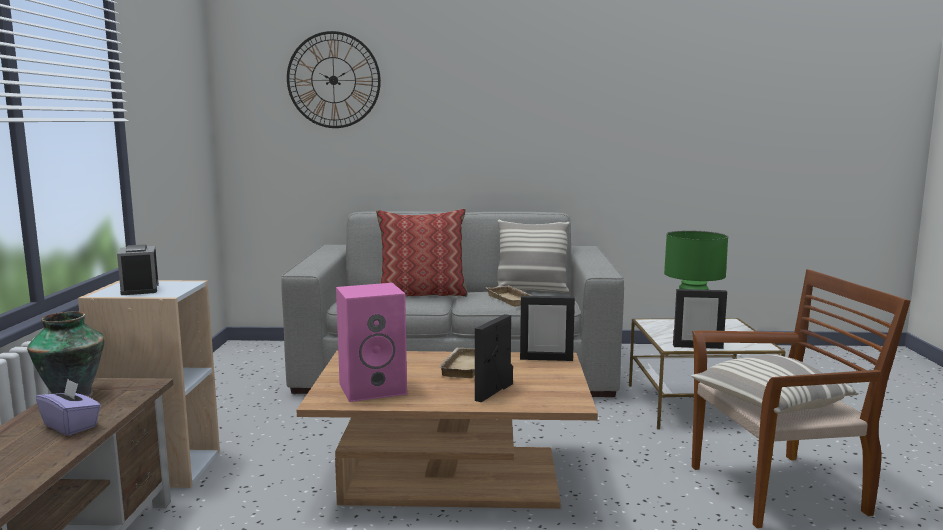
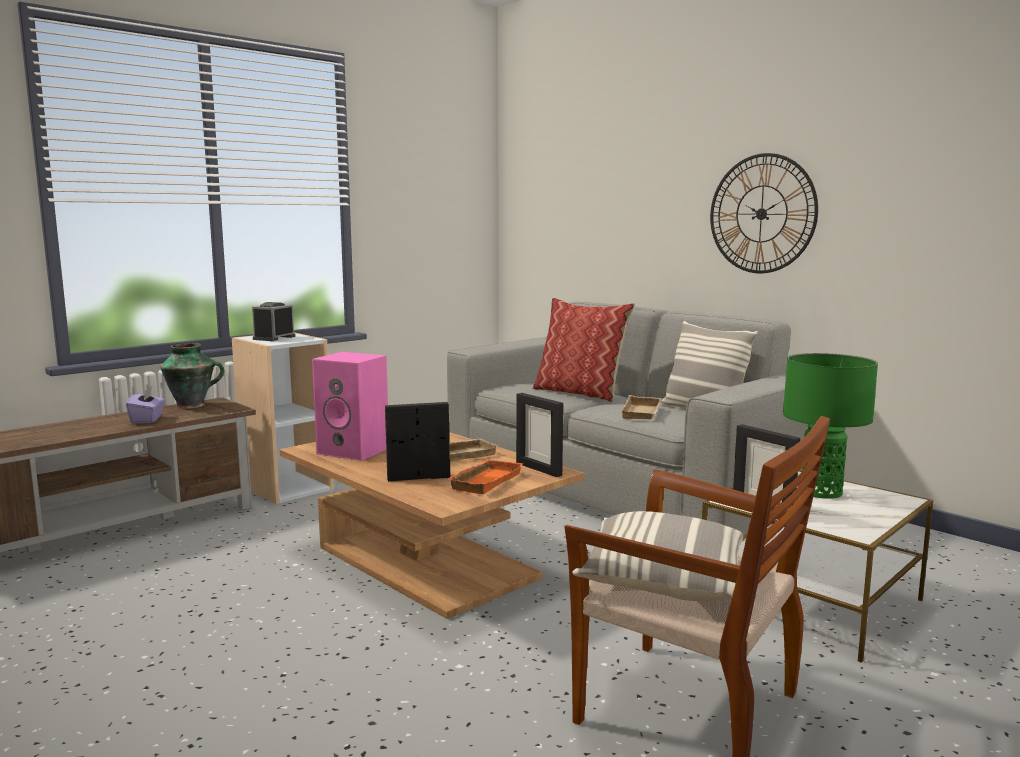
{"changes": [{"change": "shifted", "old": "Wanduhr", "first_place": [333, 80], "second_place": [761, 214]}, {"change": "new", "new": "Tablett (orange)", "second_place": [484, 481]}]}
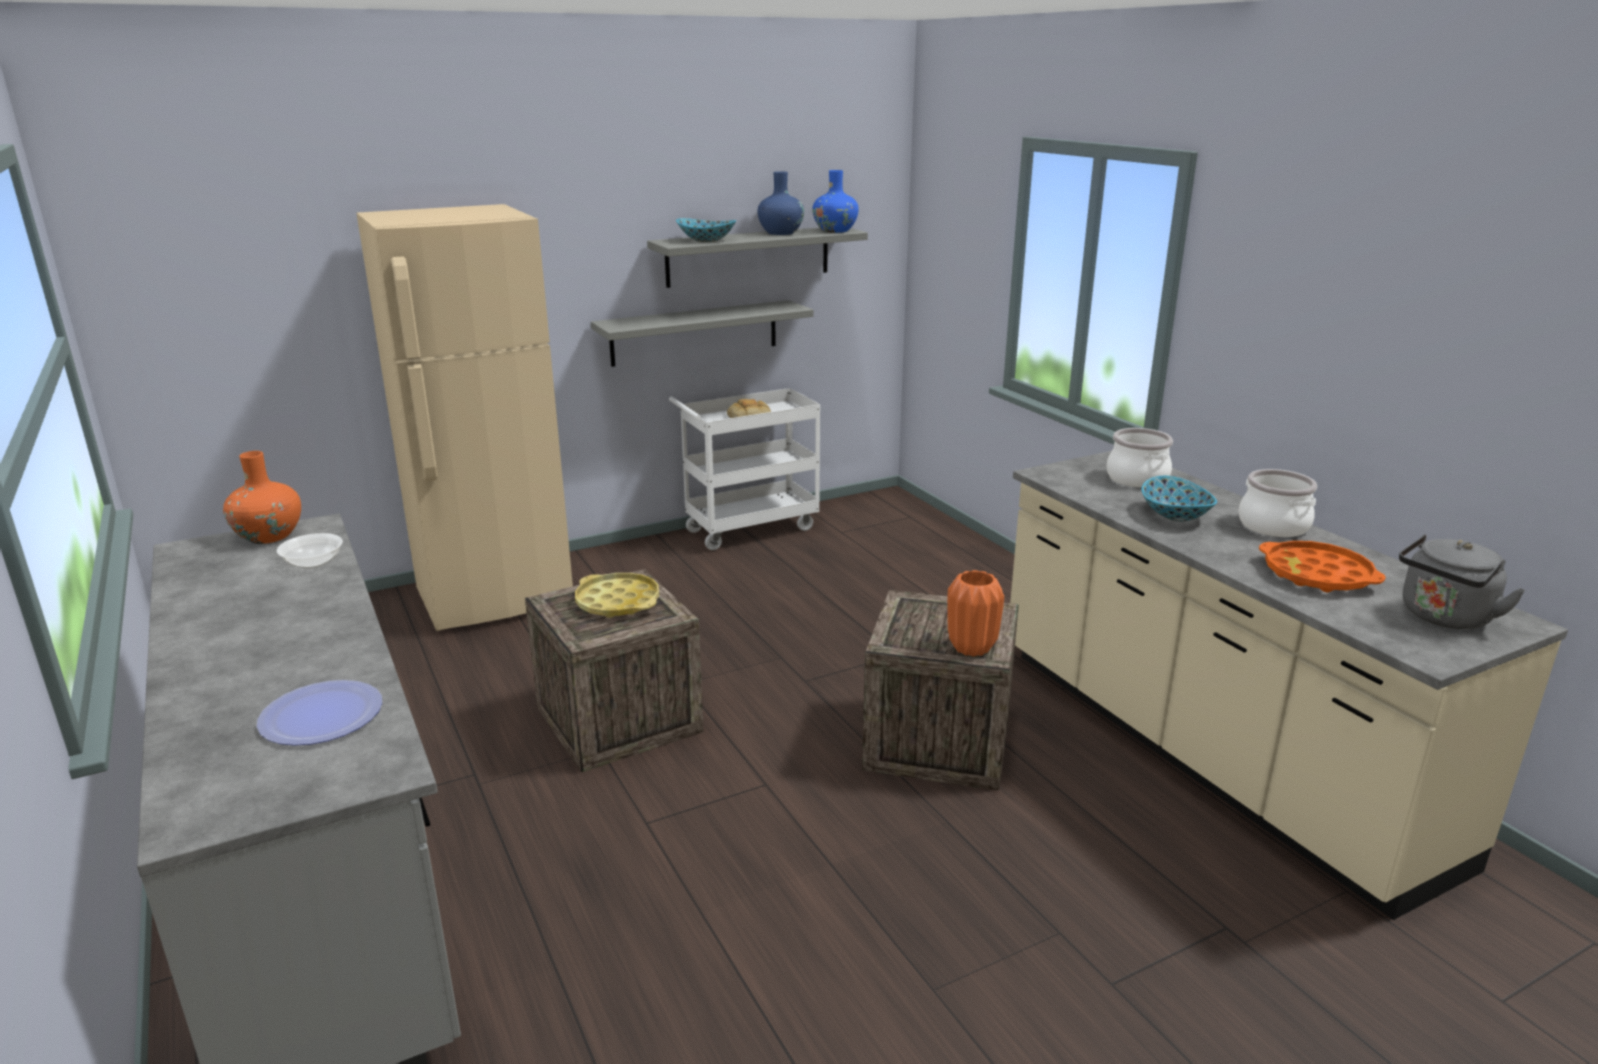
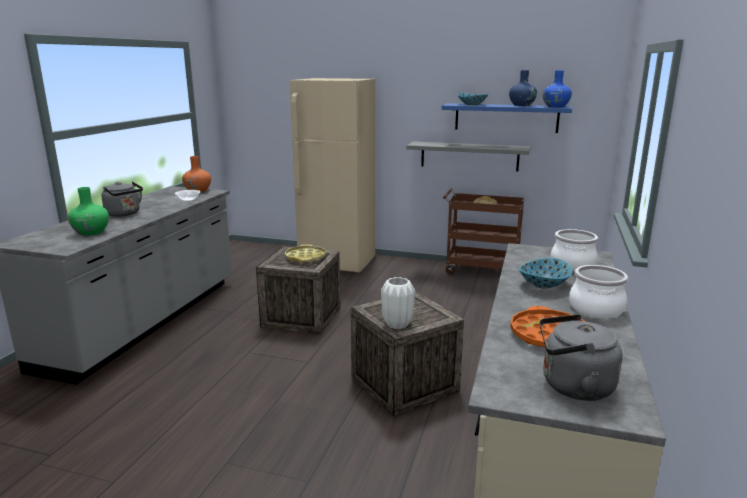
{"changes": [{"change": "swapped", "old": "Teller", "new": "Vase (grün)", "first_place": [322, 715], "second_place": [91, 232]}, {"change": "repainted", "old": "Wandregal (grau)", "new": "Wandregal (blau)", "first_place": [748, 256], "second_place": [506, 118]}, {"change": "repainted", "old": "Rollwagen (weiß)", "new": "Rollwagen (braun)", "first_place": [748, 531], "second_place": [479, 271]}, {"change": "repainted", "old": "Vase (orange)", "new": "Vase (weiß)", "first_place": [971, 648], "second_place": [397, 324]}, {"change": "new", "new": "Wasserkessel (grau)", "second_place": [124, 214]}]}
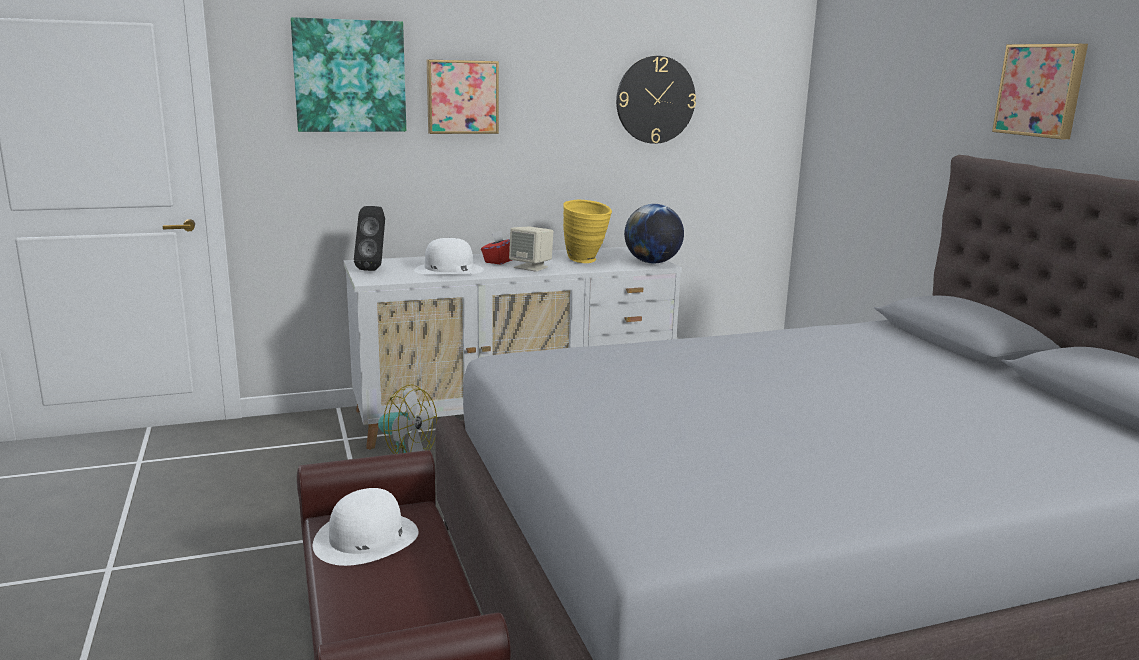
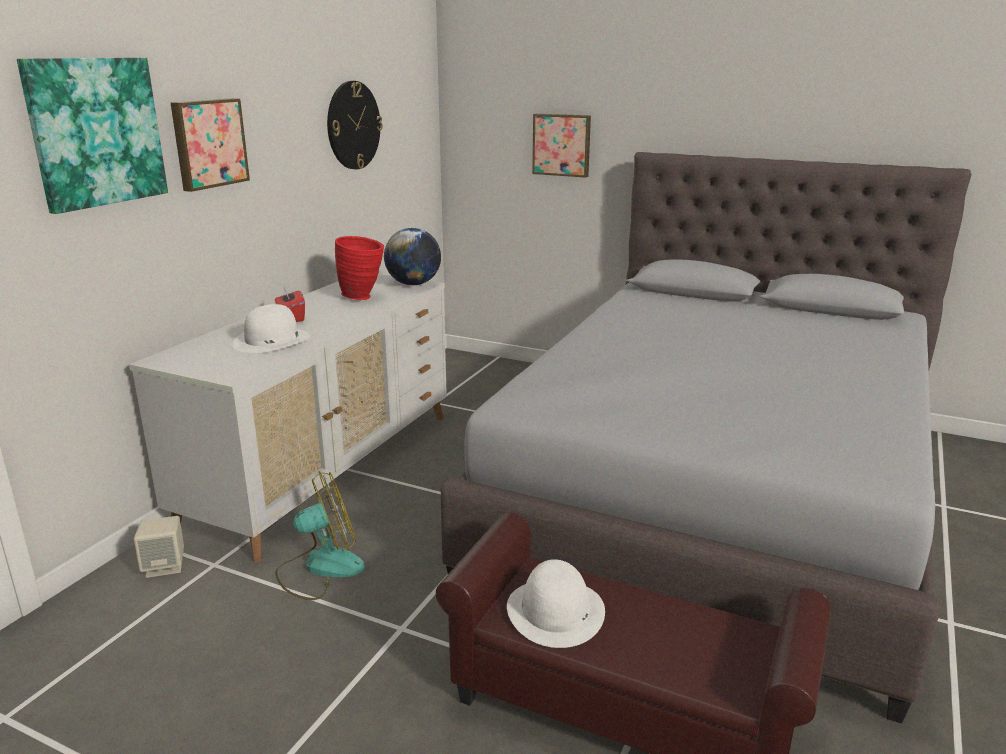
{"changes": [{"change": "gone", "old": "Lautsprecher (schwarz)", "first_place": [374, 269]}, {"change": "shifted", "old": "Lautsprecher (beige)", "first_place": [531, 267], "second_place": [165, 566]}, {"change": "repainted", "old": "Vase (gelb)", "new": "Vase (rot)", "first_place": [586, 261], "second_place": [363, 297]}, {"change": "shifted", "old": "Bild", "first_place": [1041, 90], "second_place": [562, 145]}]}
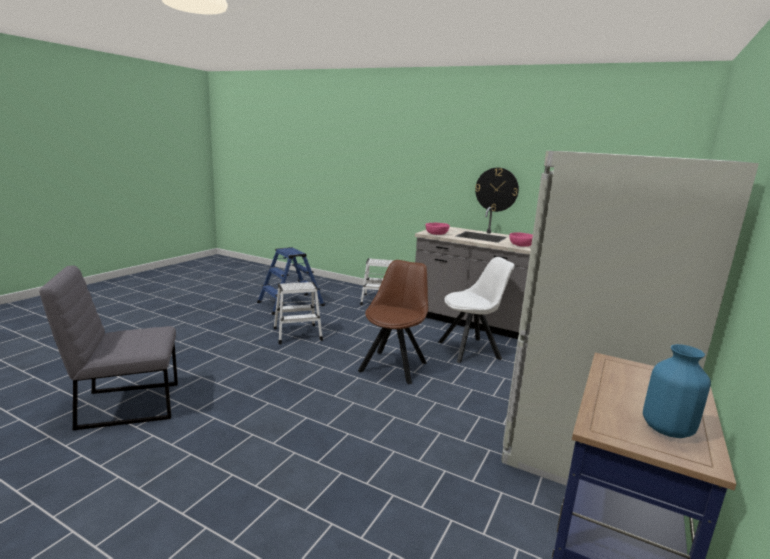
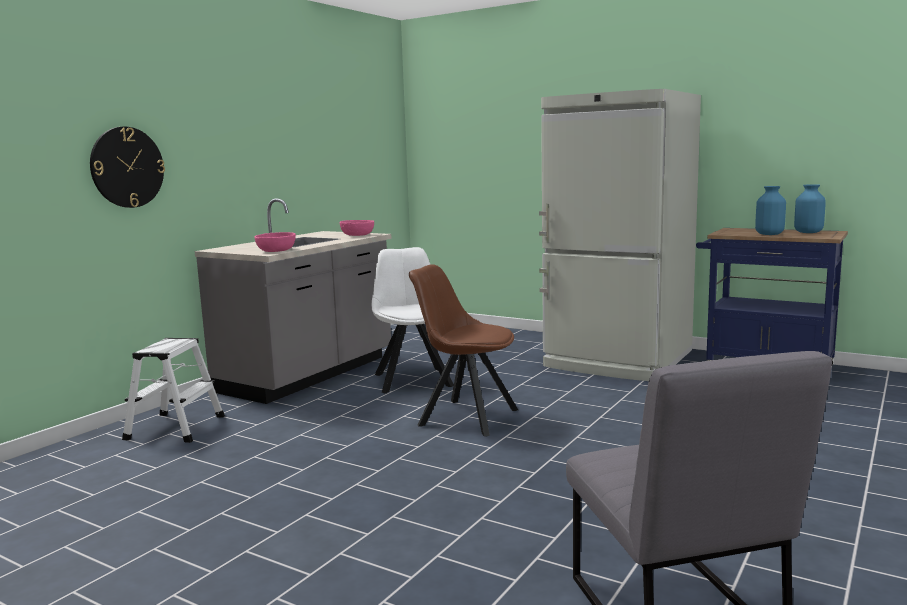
{"changes": [{"change": "gone", "old": "Trittleiter (blau)", "first_place": [291, 304]}, {"change": "gone", "old": "Trittleiter (weiß)", "first_place": [297, 334]}, {"change": "shifted", "old": "Wanduhr", "first_place": [496, 189], "second_place": [127, 167]}, {"change": "new", "new": "Vase (blau)", "second_place": [769, 234]}]}
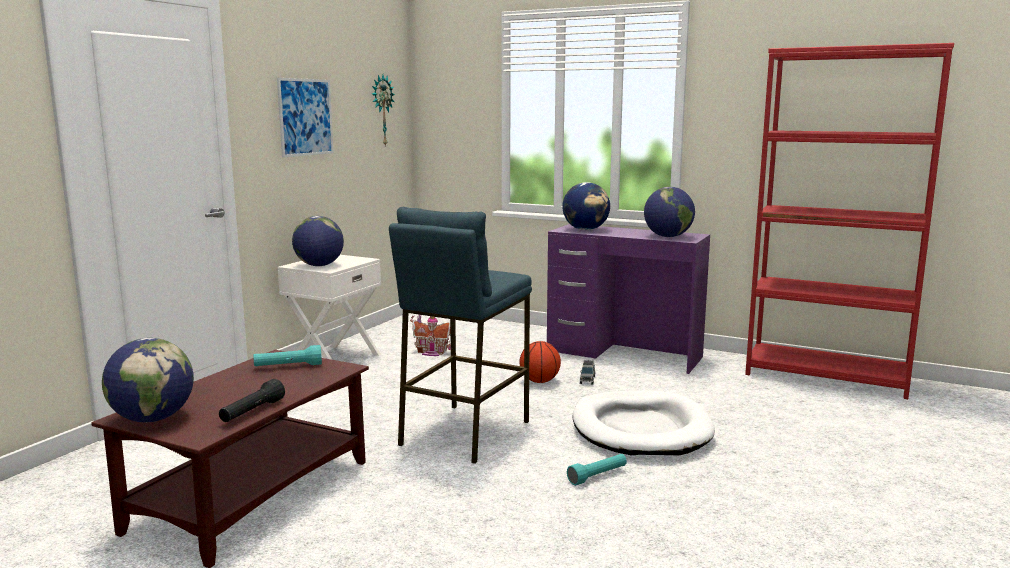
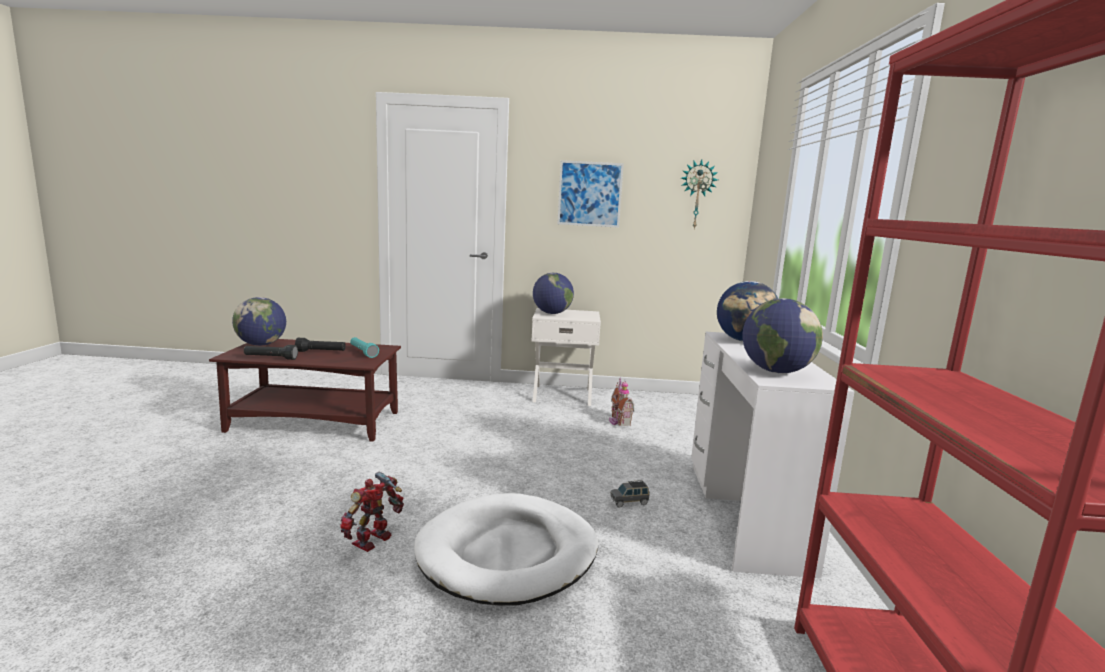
{"changes": [{"change": "gone", "old": "Hocker (blau)", "first_place": [463, 433]}, {"change": "gone", "old": "Basketball", "first_place": [539, 381]}, {"change": "repainted", "old": "Schreibtisch (lila)", "new": "Schreibtisch (weiß)", "first_place": [624, 354], "second_place": [745, 514]}, {"change": "swapped", "old": "Taschenlampe (türkis)", "new": "Spielzeugroboter", "first_place": [598, 476], "second_place": [374, 541]}, {"change": "new", "new": "Taschenlampe (schwarz)", "second_place": [321, 352]}]}
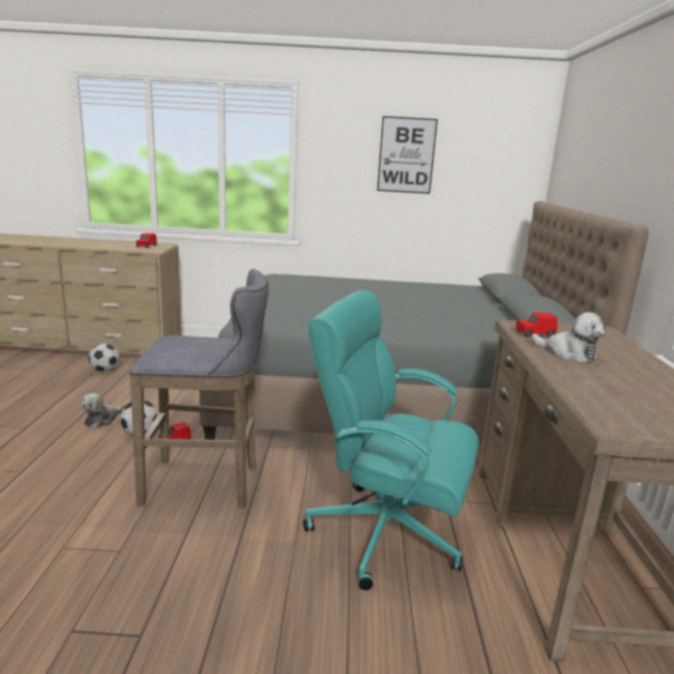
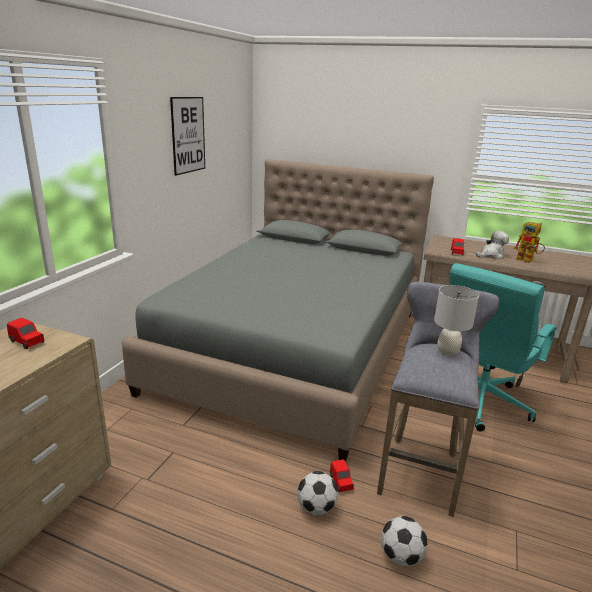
{"changes": [{"change": "gone", "old": "Plüschtier", "first_place": [102, 420]}, {"change": "shifted", "old": "Fußball", "first_place": [105, 370], "second_place": [401, 556]}, {"change": "new", "new": "Tischlampe (grau)", "second_place": [448, 352]}, {"change": "new", "new": "Spielzeugroboter", "second_place": [528, 260]}]}
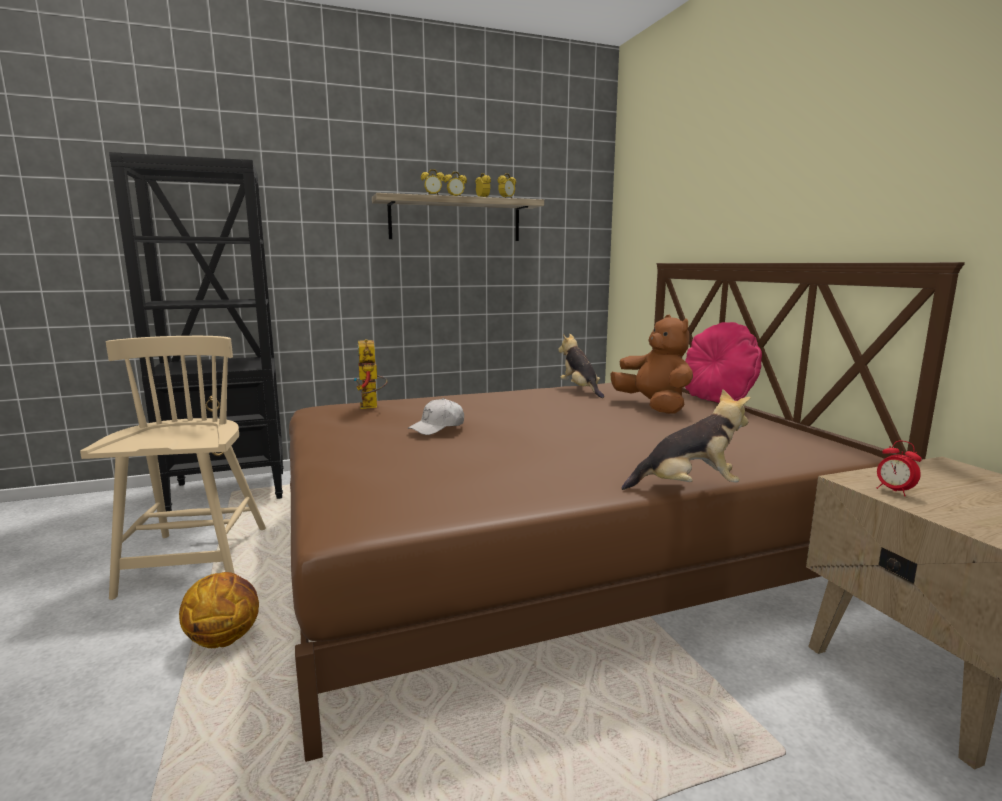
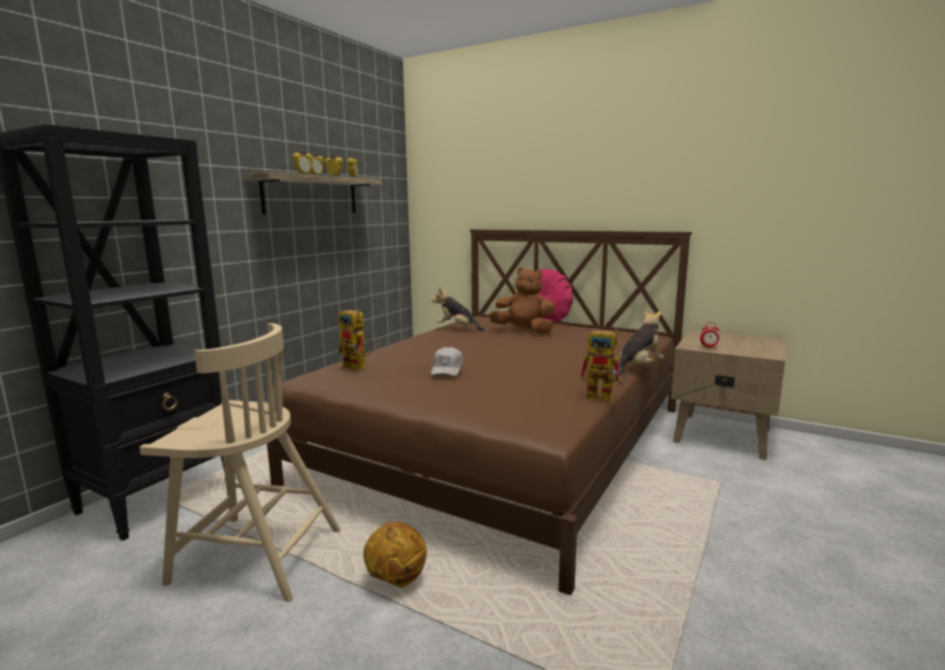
{"changes": [{"change": "rotated", "old": "Stuhl (beige)", "first_place": [195, 561], "second_place": [254, 555], "degrees": 150}, {"change": "new", "new": "Spielzeugroboter", "second_place": [605, 397]}]}
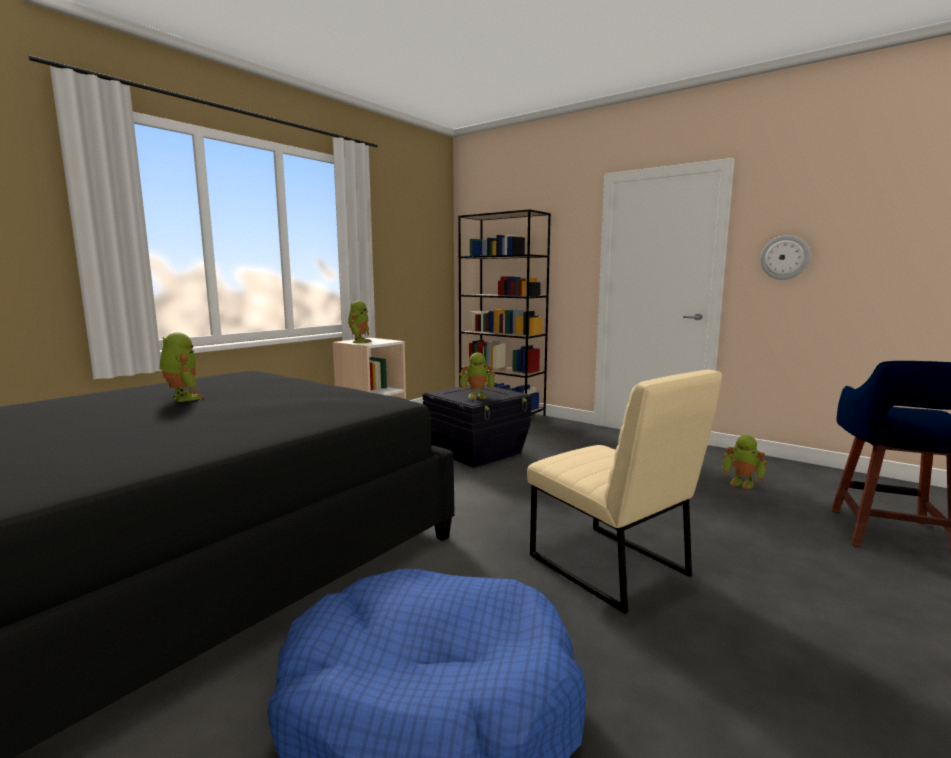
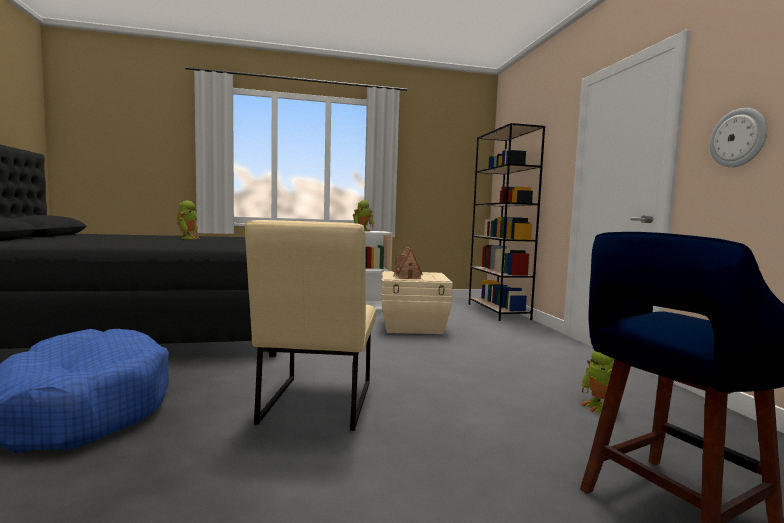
{"changes": [{"change": "repainted", "old": "Aufbewahrungsbox (schwarz)", "new": "Aufbewahrungsbox (beige)", "first_place": [477, 452], "second_place": [413, 326]}, {"change": "swapped", "old": "Spielzeugroboter", "new": "Spielzeughaus", "first_place": [477, 396], "second_place": [407, 276]}]}
